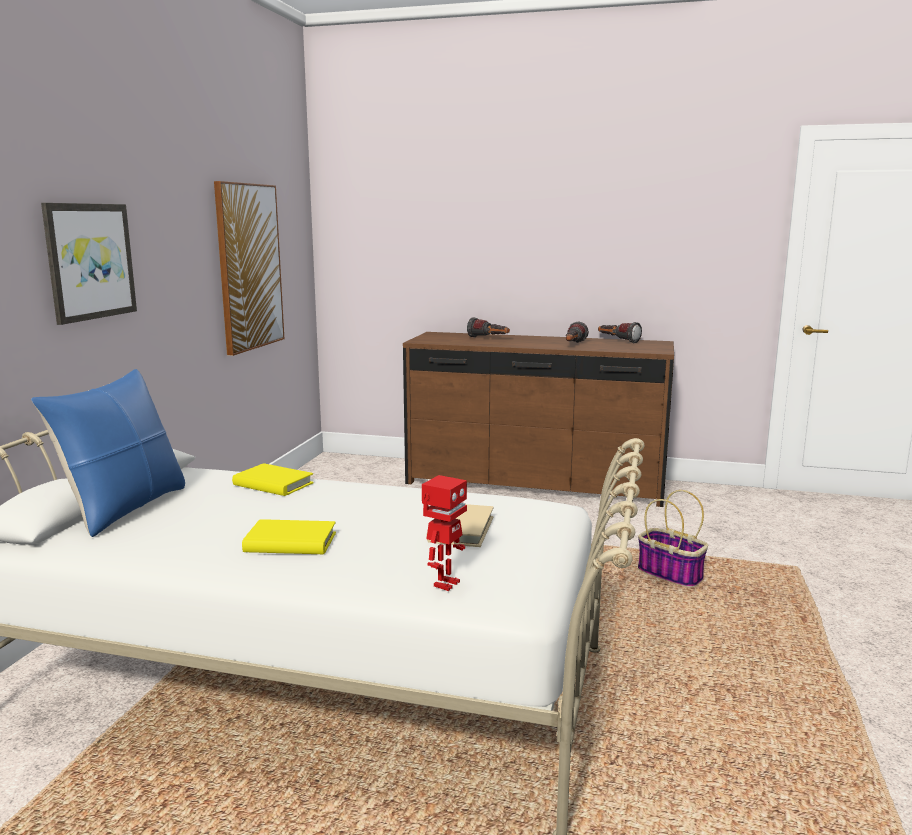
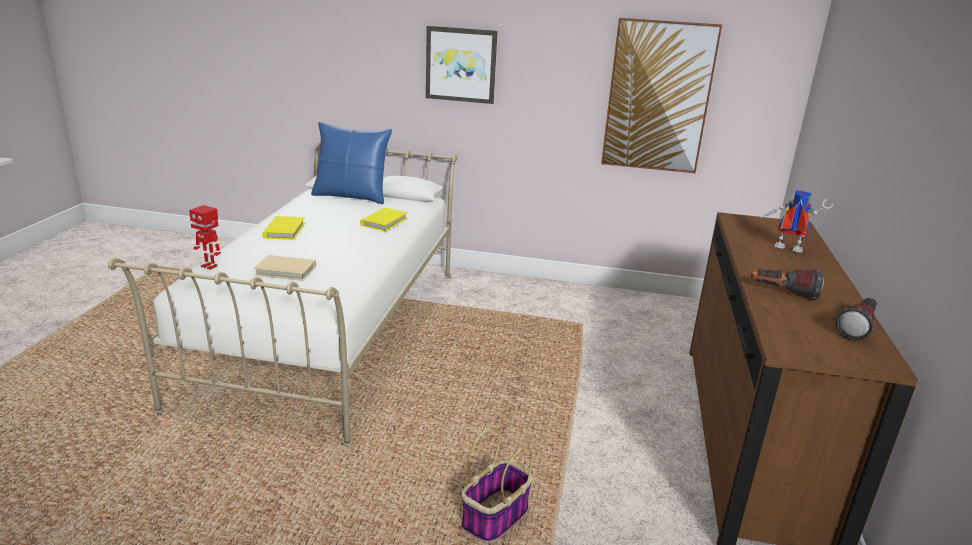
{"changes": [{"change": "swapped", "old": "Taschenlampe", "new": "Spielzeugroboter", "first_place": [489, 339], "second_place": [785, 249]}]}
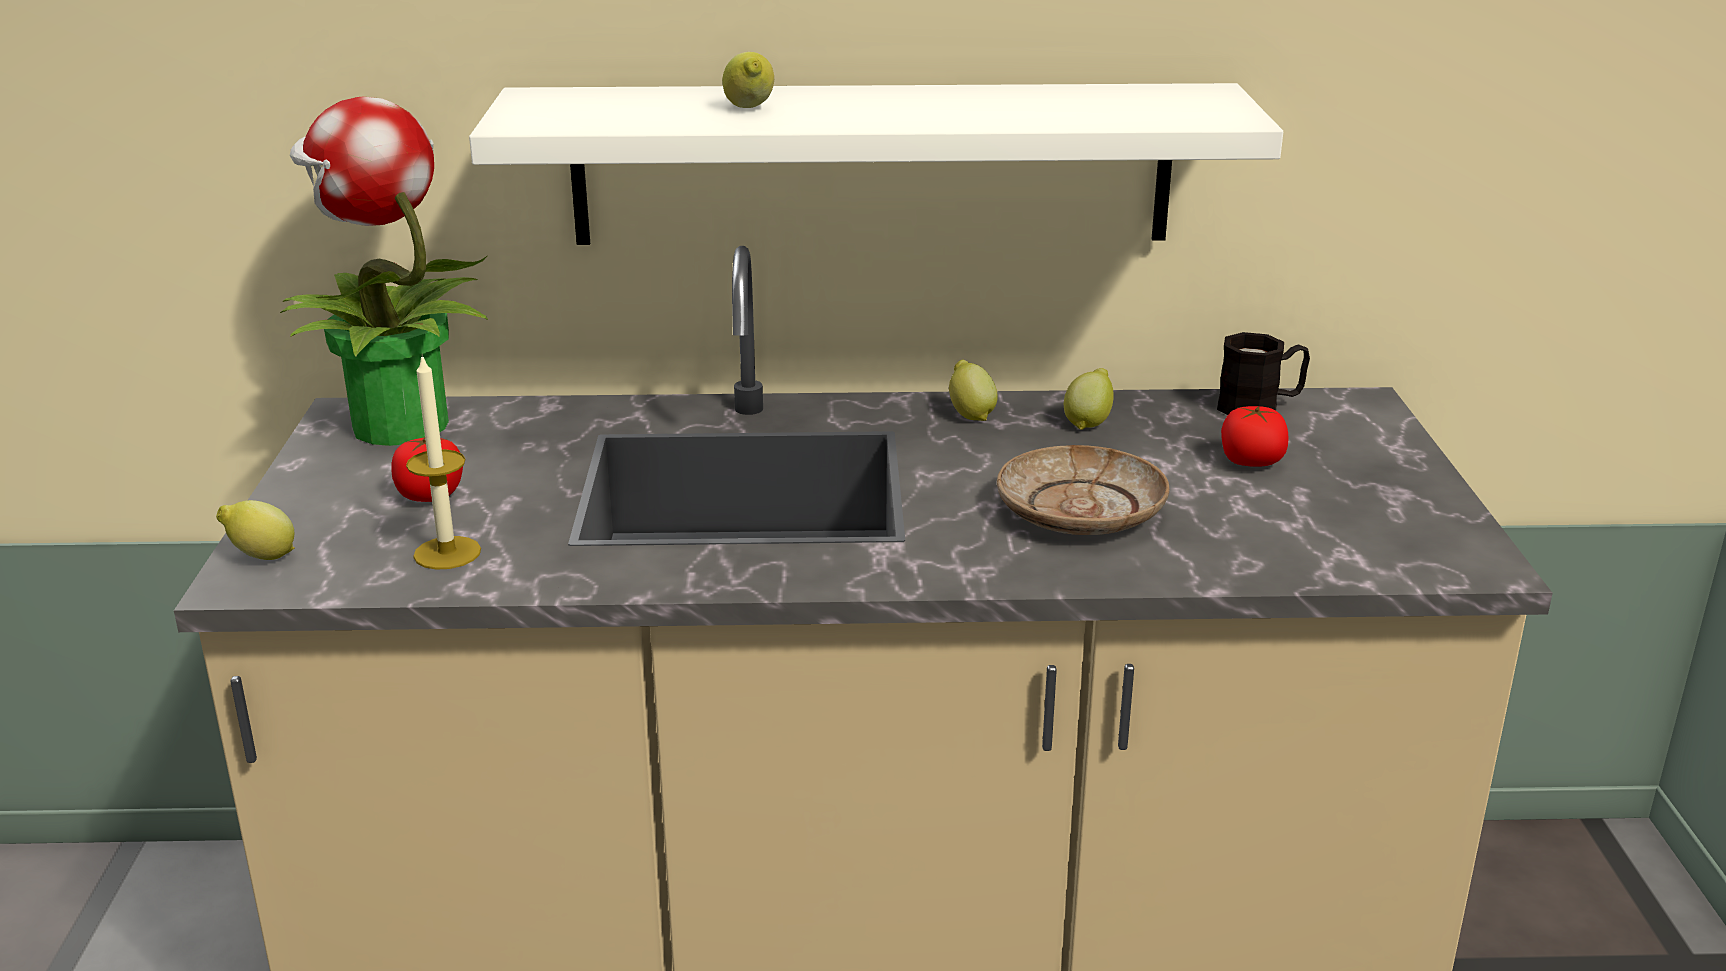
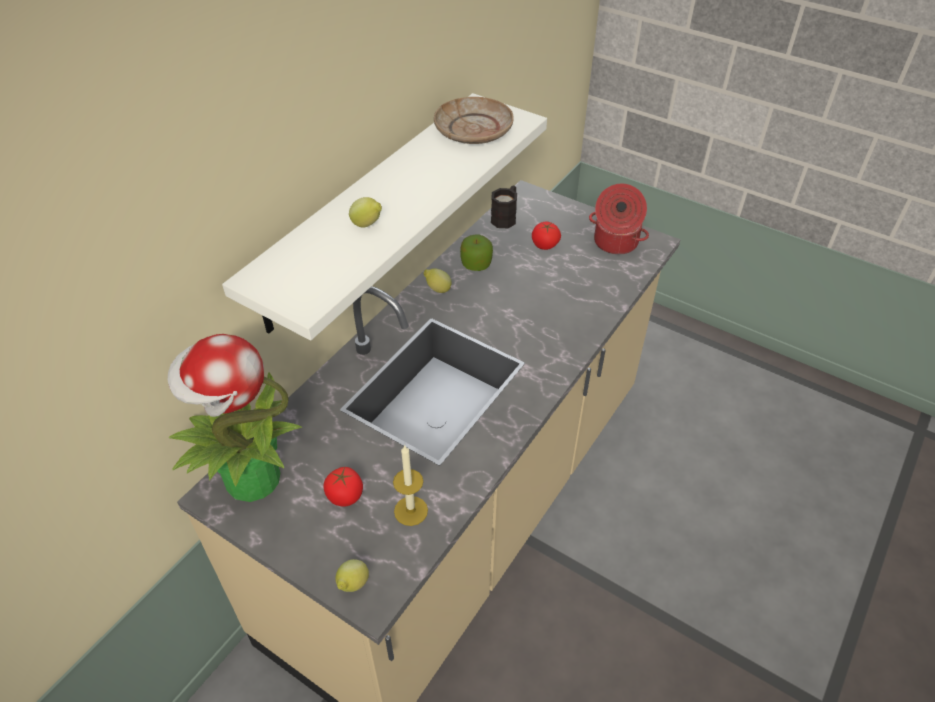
{"changes": [{"change": "shifted", "old": "Teller (beige)", "first_place": [1080, 512], "second_place": [473, 131]}, {"change": "swapped", "old": "Zitrone", "new": "Apfel", "first_place": [1088, 423], "second_place": [476, 264]}, {"change": "new", "new": "Kochtopf", "second_place": [615, 242]}]}
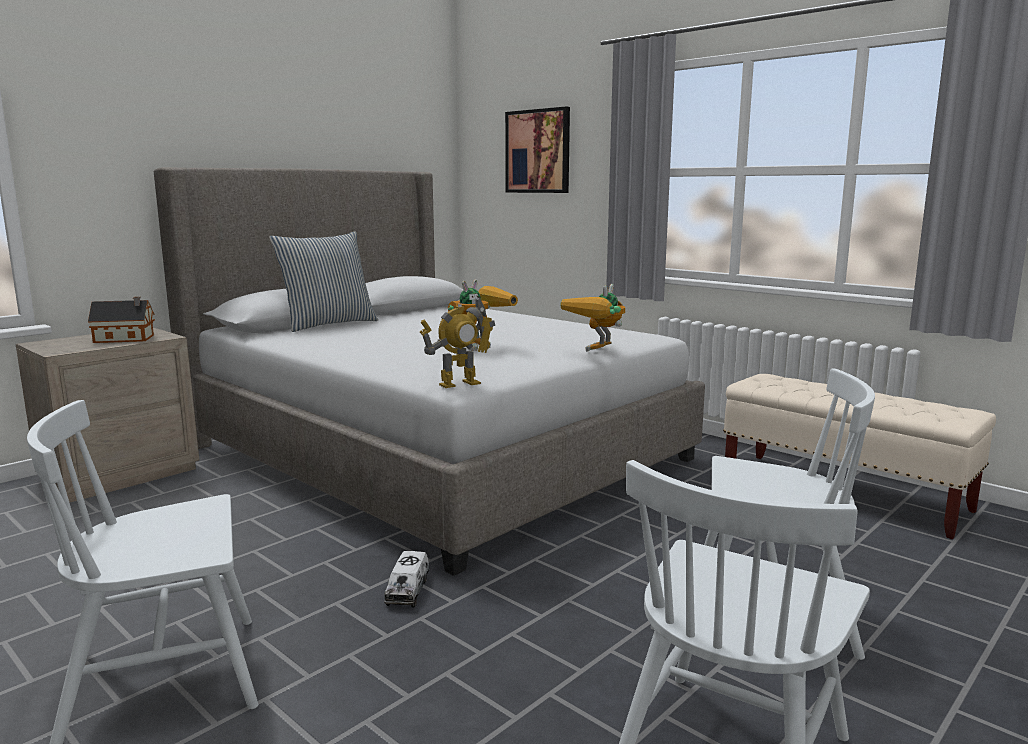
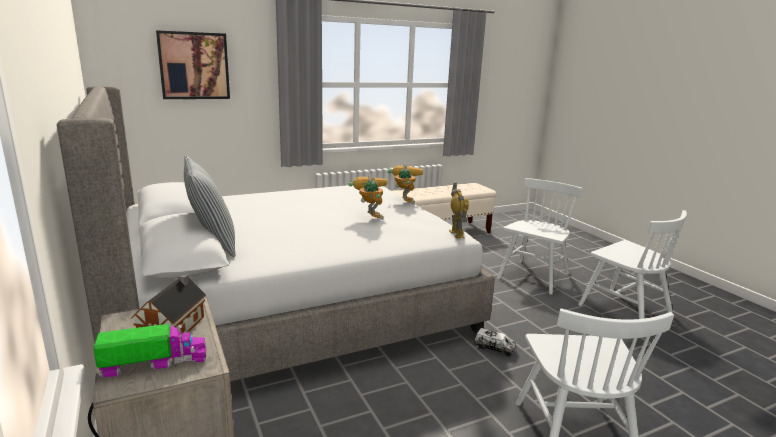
{"changes": [{"change": "rotated", "old": "Spielzeugroboter", "first_place": [598, 353], "second_place": [404, 200], "degrees": -150}, {"change": "new", "new": "Spielzeuglaster", "second_place": [155, 363]}]}
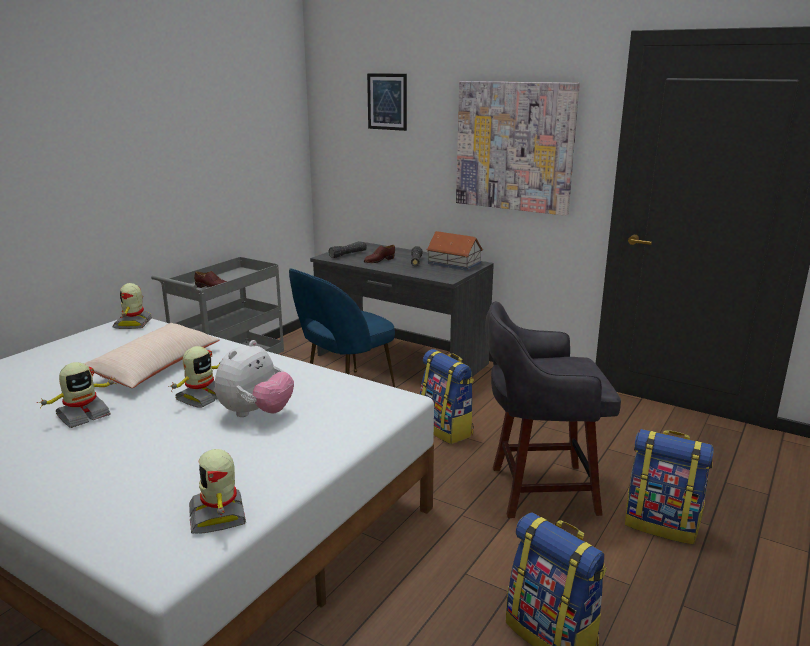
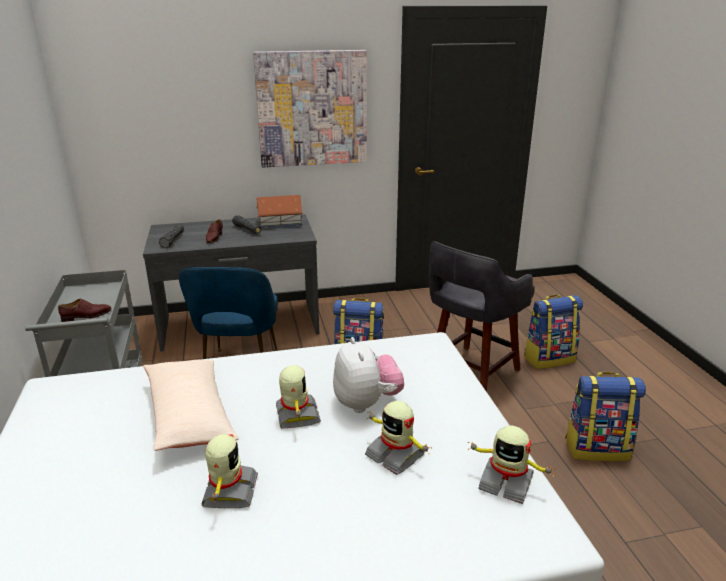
{"changes": [{"change": "shifted", "old": "Spielzeugroboter", "first_place": [134, 323], "second_place": [395, 455]}, {"change": "gone", "old": "Bild", "first_place": [387, 101]}]}
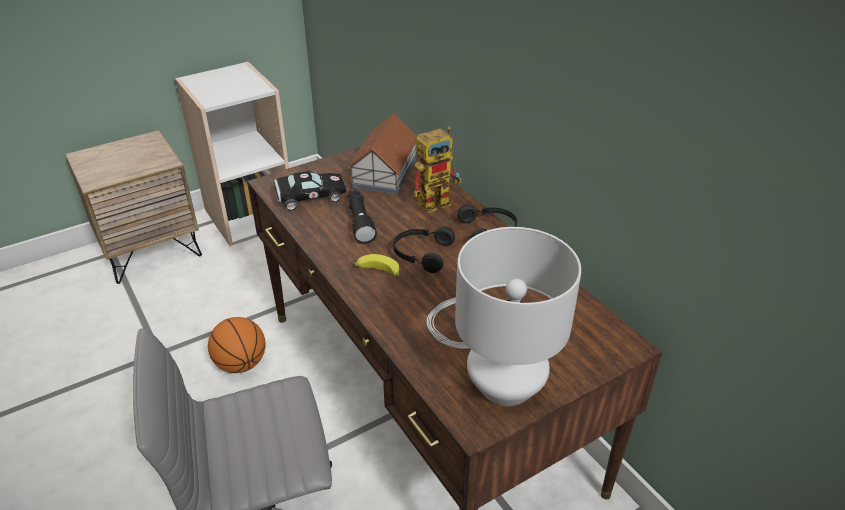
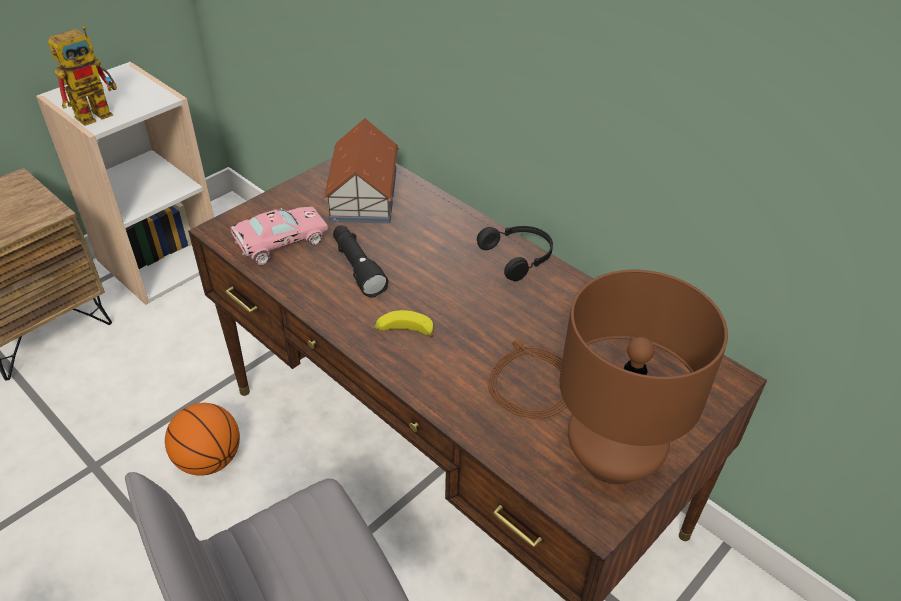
{"changes": [{"change": "repainted", "old": "Spielzeugauto (schwarz)", "new": "Spielzeugauto (rosa)", "first_place": [308, 197], "second_place": [278, 243]}, {"change": "gone", "old": "Kopfhörer (schwarz)", "first_place": [421, 254]}, {"change": "shifted", "old": "Spielzeugroboter", "first_place": [438, 200], "second_place": [99, 112]}, {"change": "repainted", "old": "Tischlampe (weiß)", "new": "Tischlampe (braun)", "first_place": [488, 360], "second_place": [580, 427]}]}
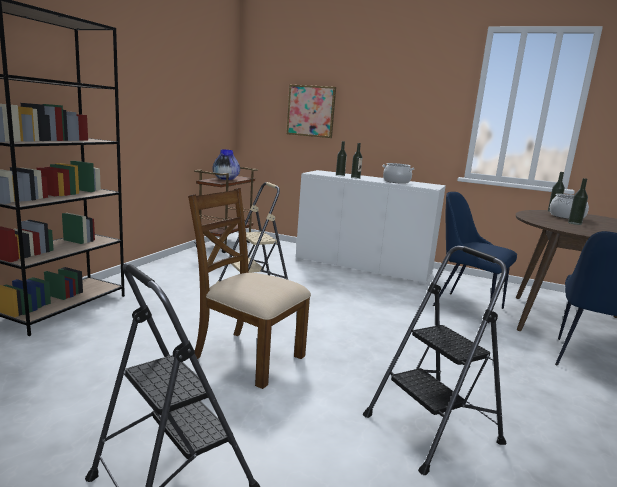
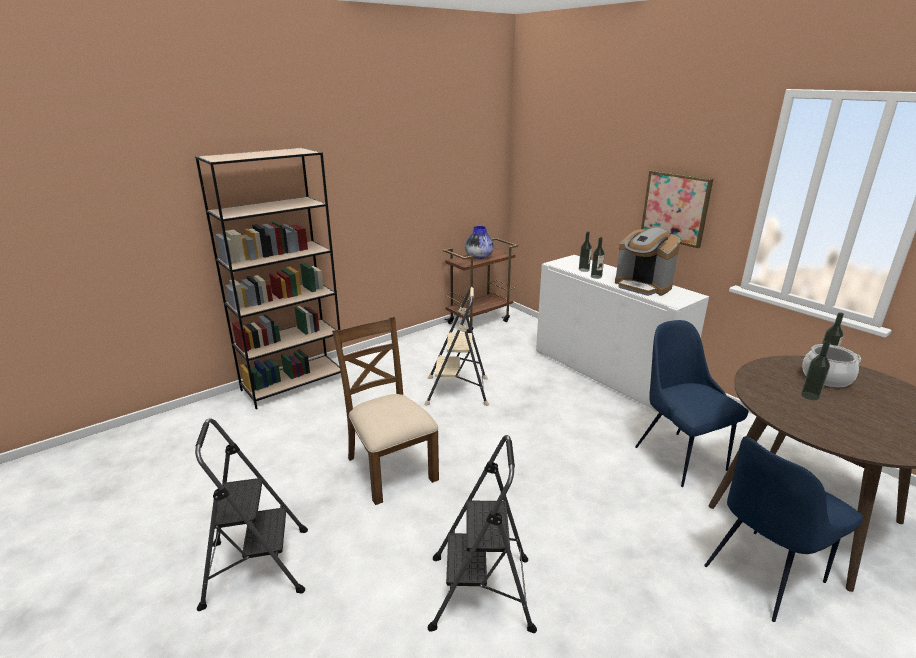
{"changes": [{"change": "shifted", "old": "Bild", "first_place": [311, 111], "second_place": [675, 208]}, {"change": "swapped", "old": "Kochtopf", "new": "Kaffeemaschine", "first_place": [396, 181], "second_place": [643, 286]}]}
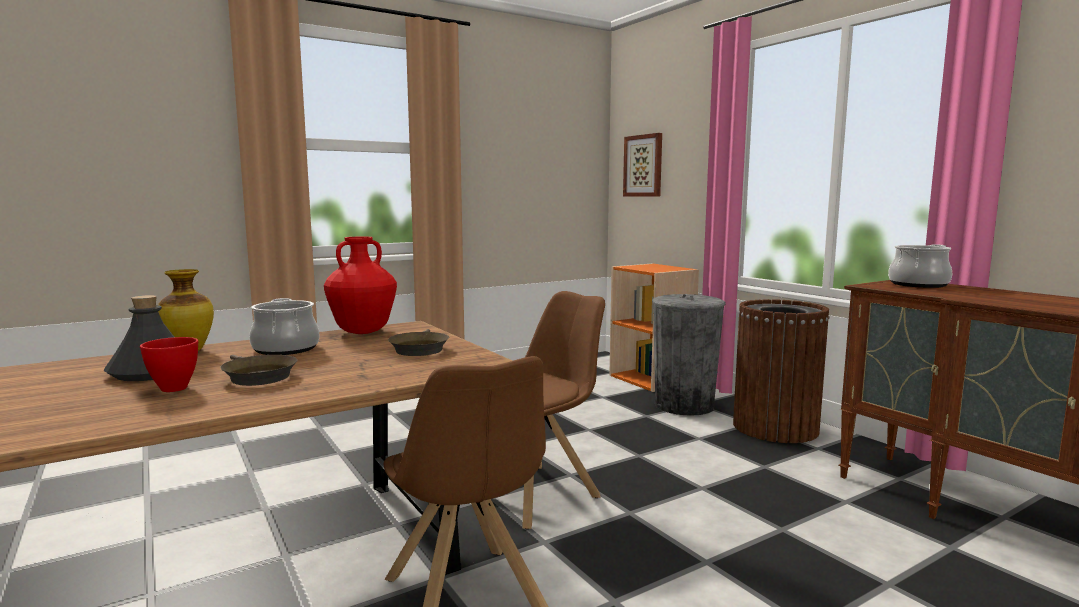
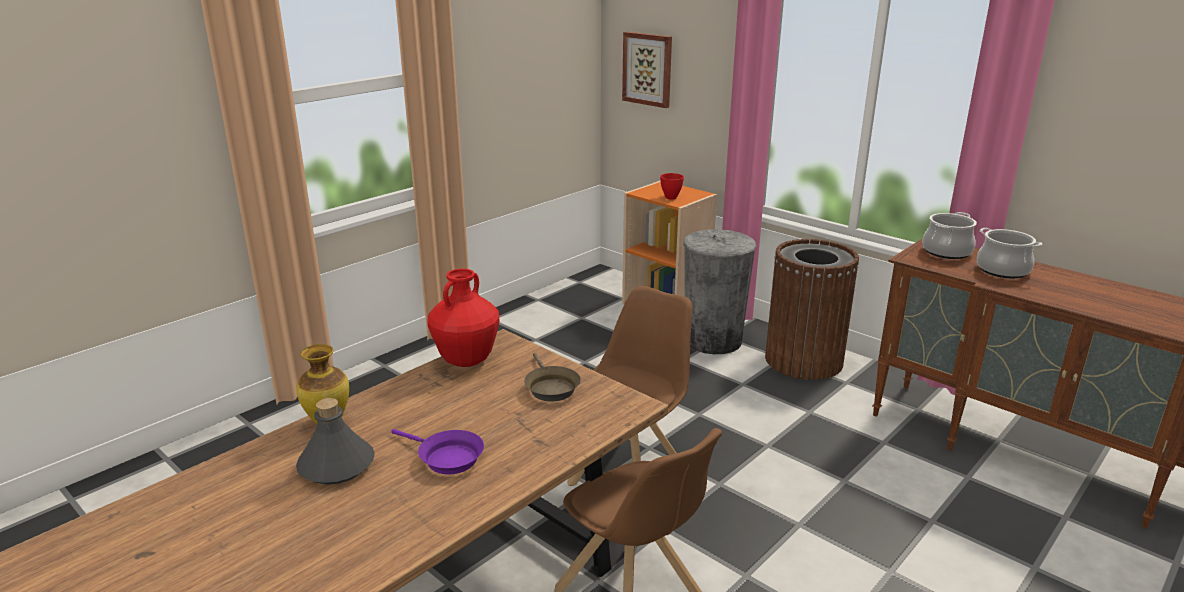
{"changes": [{"change": "shifted", "old": "Schüssel (rot)", "first_place": [173, 389], "second_place": [671, 198]}, {"change": "repainted", "old": "Pfanne (braun)", "new": "Pfanne (lila)", "first_place": [257, 376], "second_place": [446, 458]}, {"change": "shifted", "old": "Kochtopf", "first_place": [285, 349], "second_place": [1002, 270]}]}
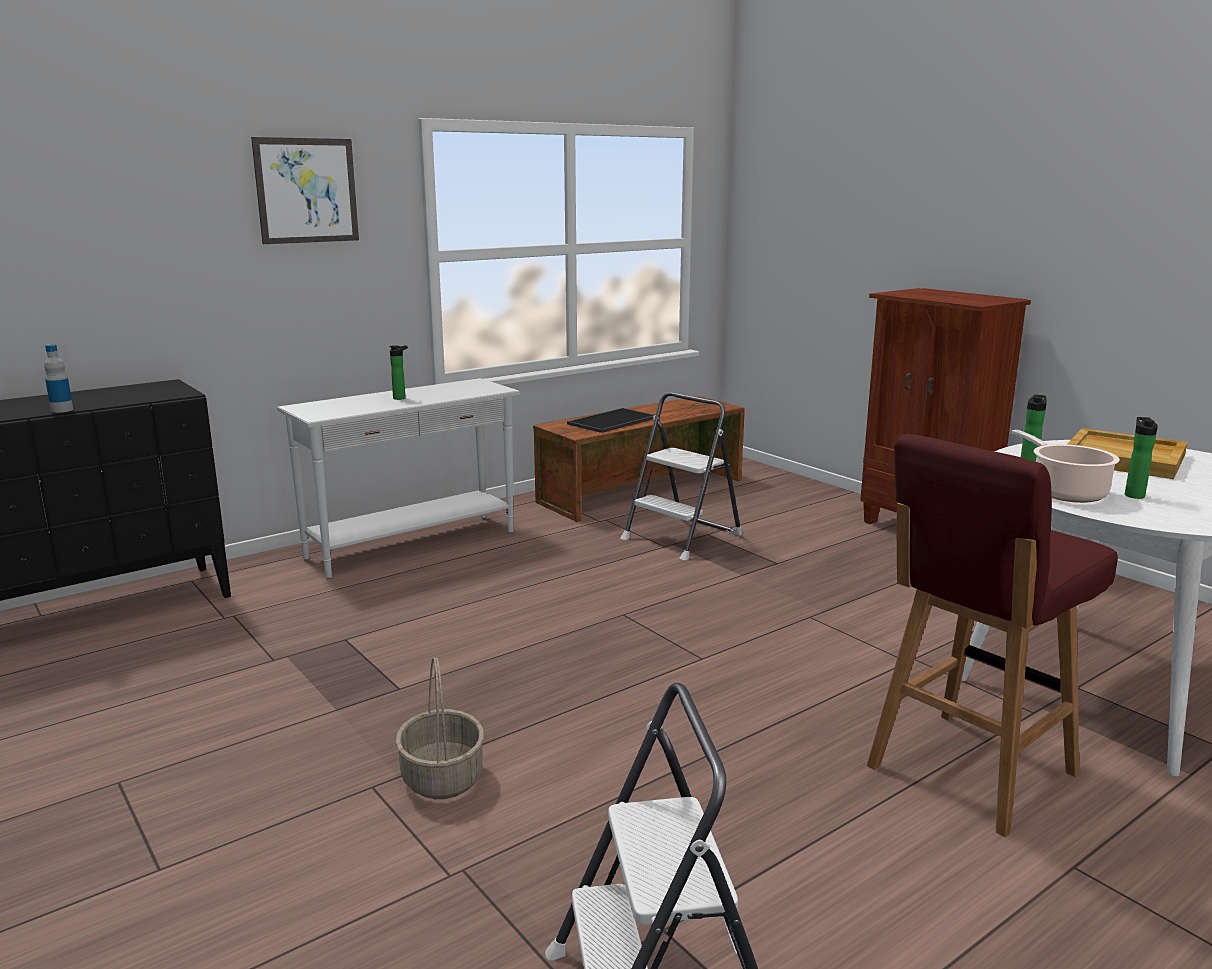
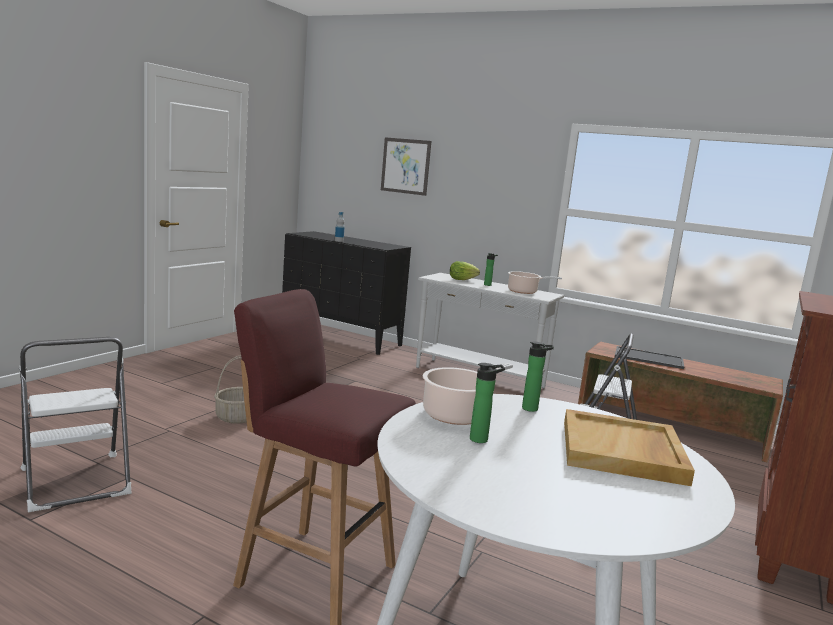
{"changes": [{"change": "shifted", "old": "Bild", "first_place": [306, 190], "second_place": [405, 166]}, {"change": "new", "new": "Salatkopf", "second_place": [461, 279]}, {"change": "new", "new": "Kochtopf", "second_place": [524, 292]}]}
